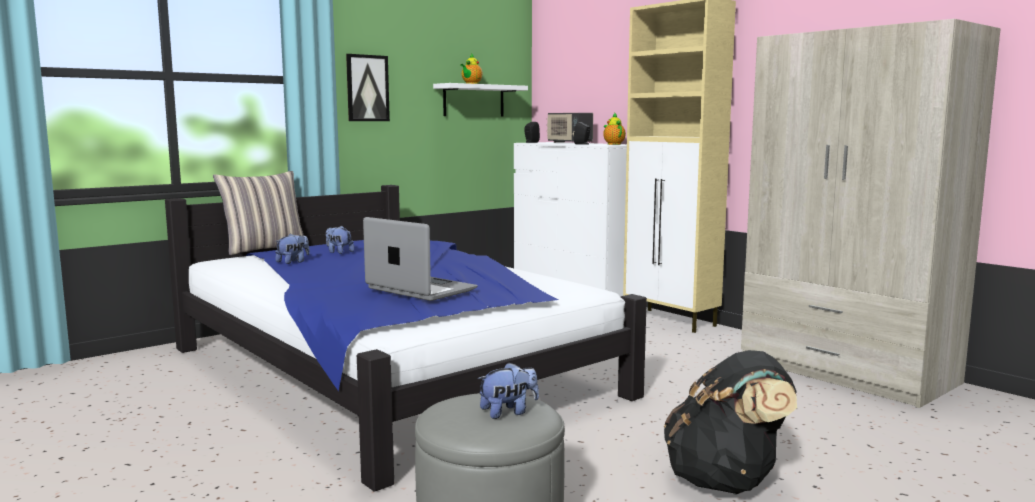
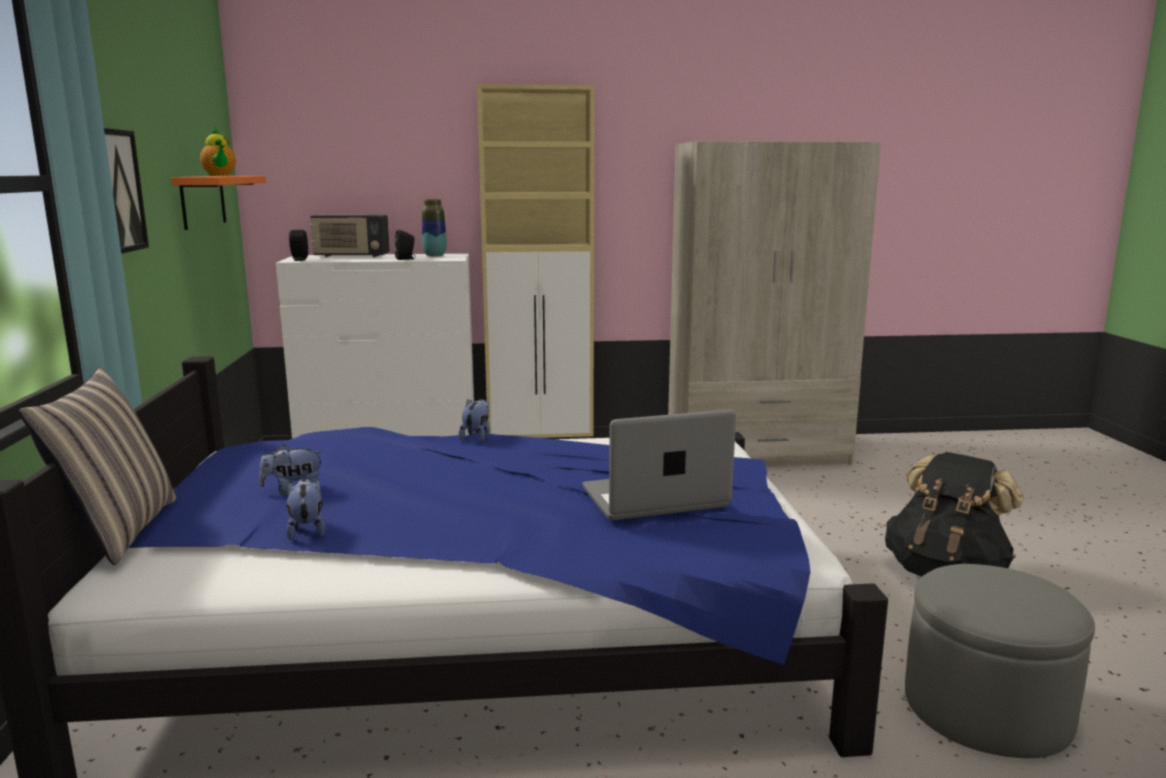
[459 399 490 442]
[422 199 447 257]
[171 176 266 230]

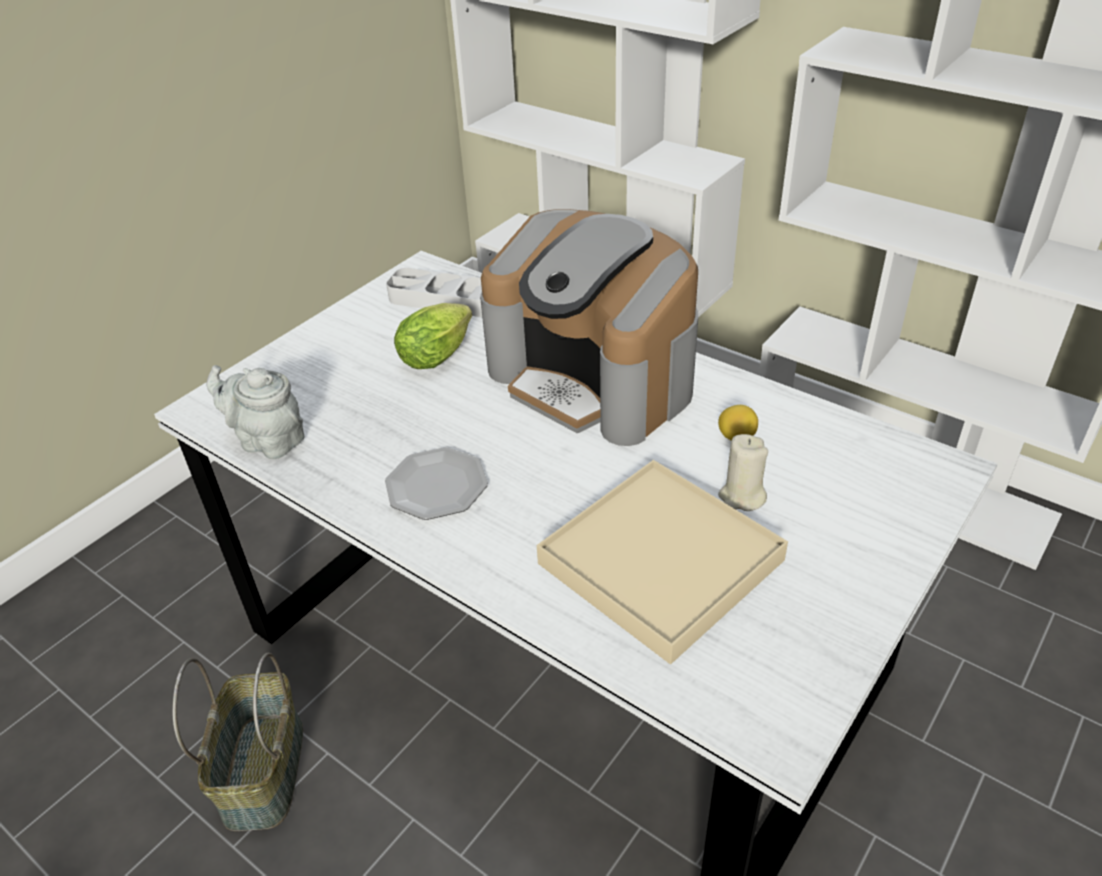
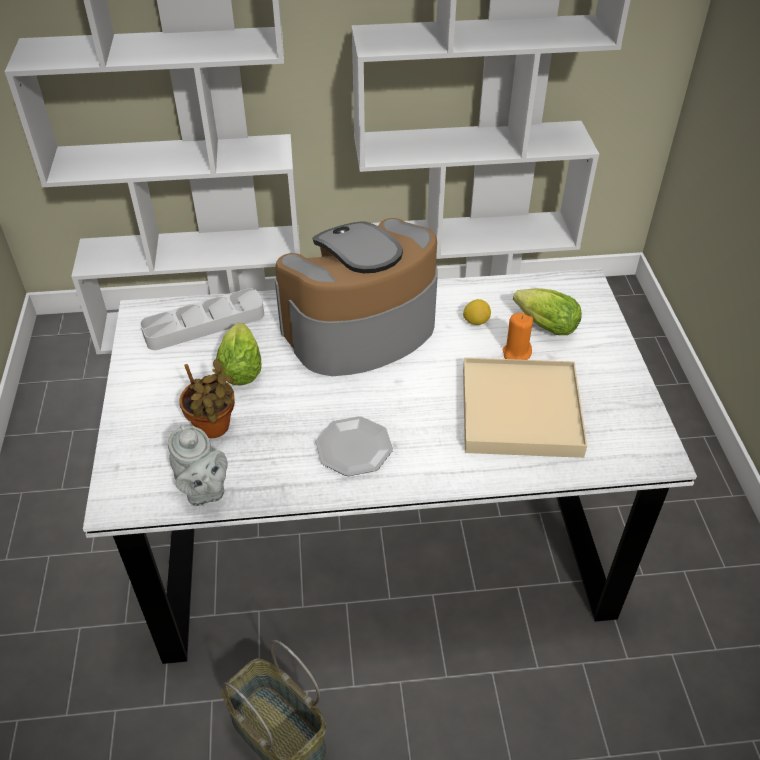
[179 359 235 438]
[513 288 582 335]
[502 312 533 360]
[168 425 228 506]
[275 218 438 376]

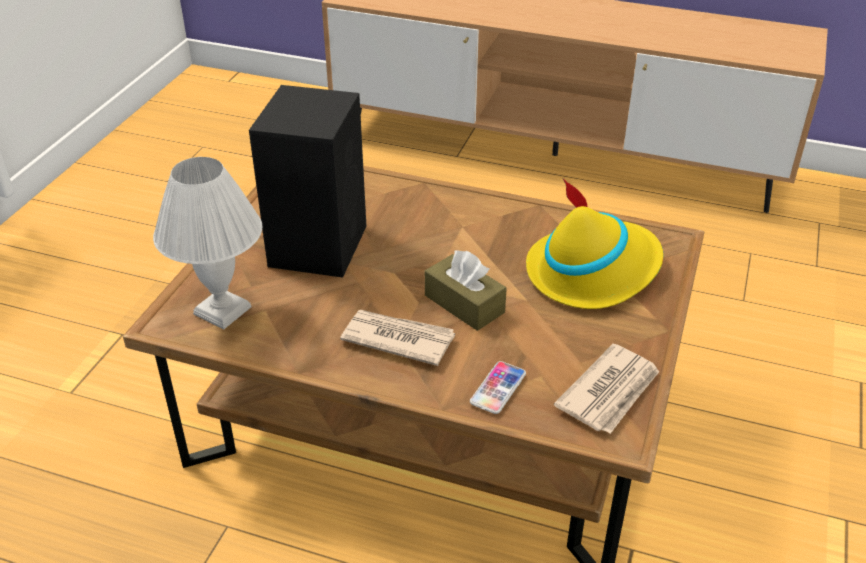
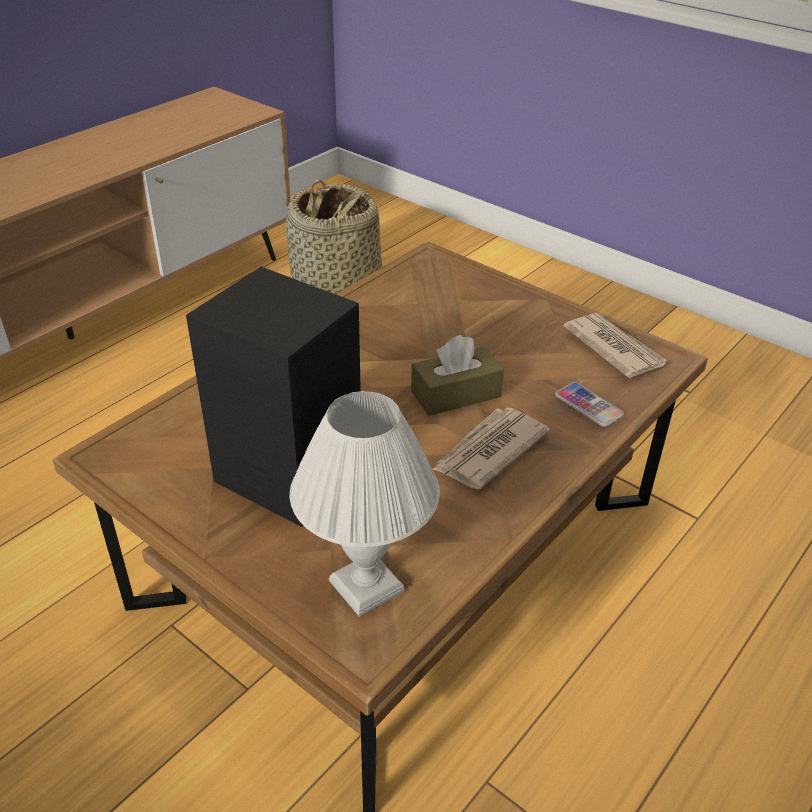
[526 178 664 309] (first image)
[286 179 383 294]

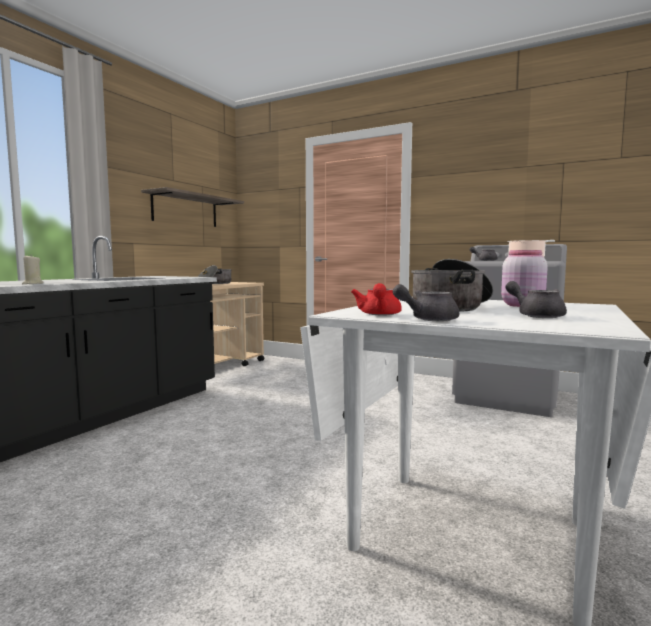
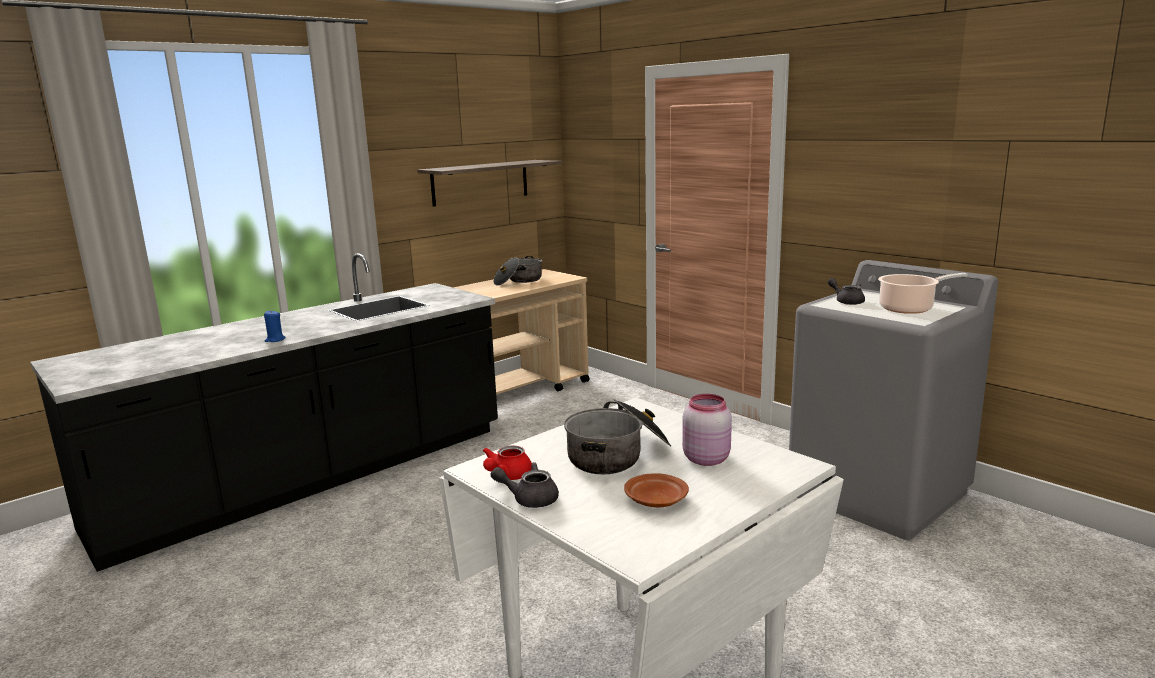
[624 473 689 507]
[264 311 285 342]

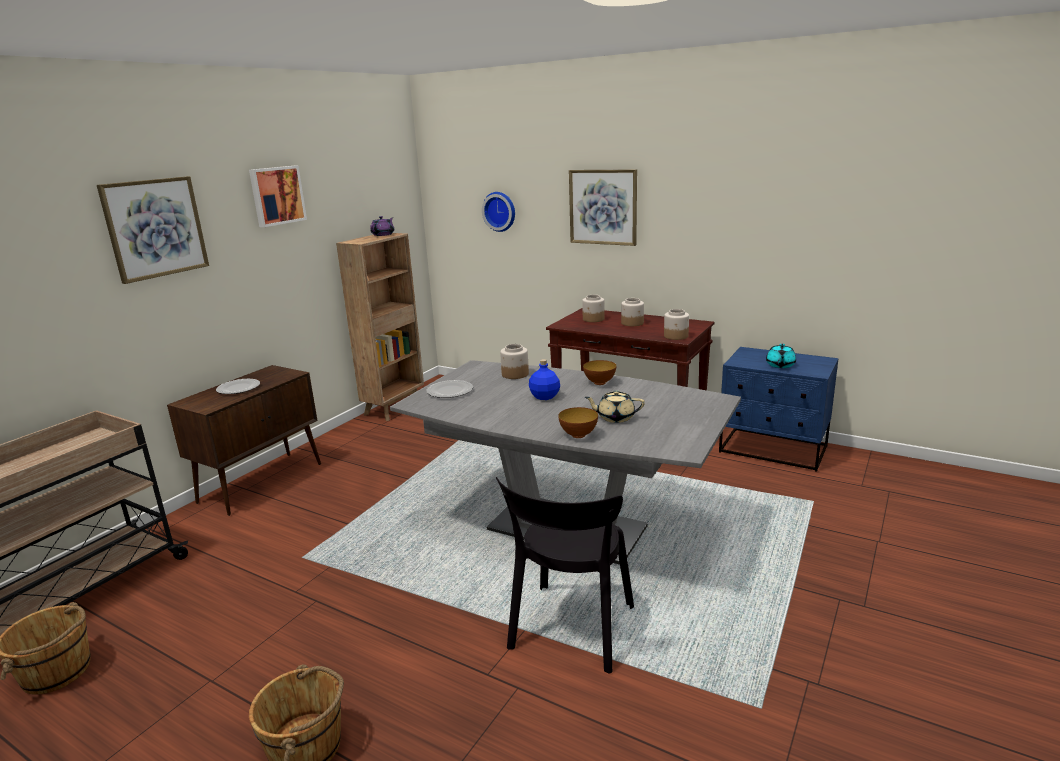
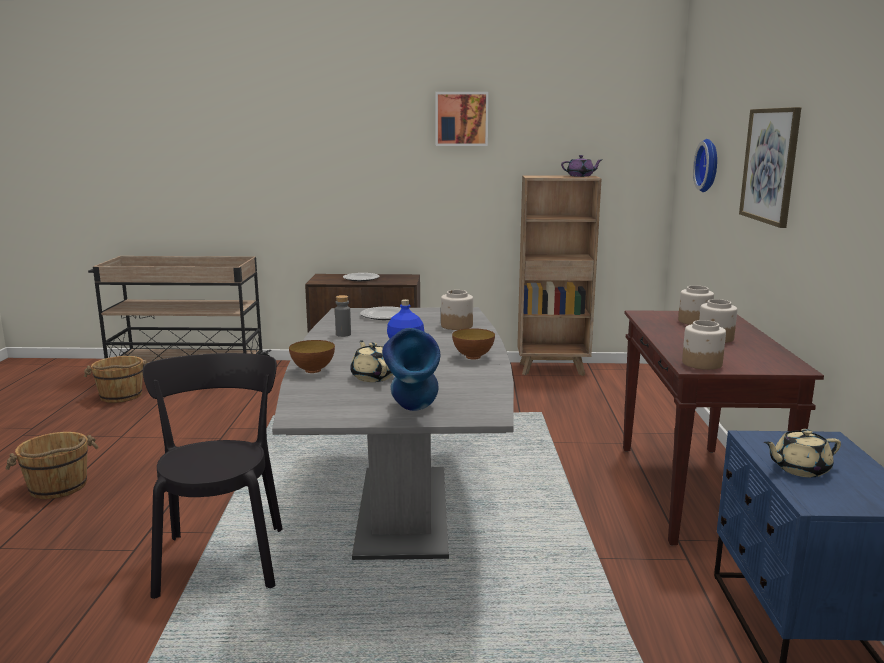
[97 176 209 284] (first image)
[335 295 351 337]
[382 328 440 411]
[764 429 841 477]
[143 353 282 599]

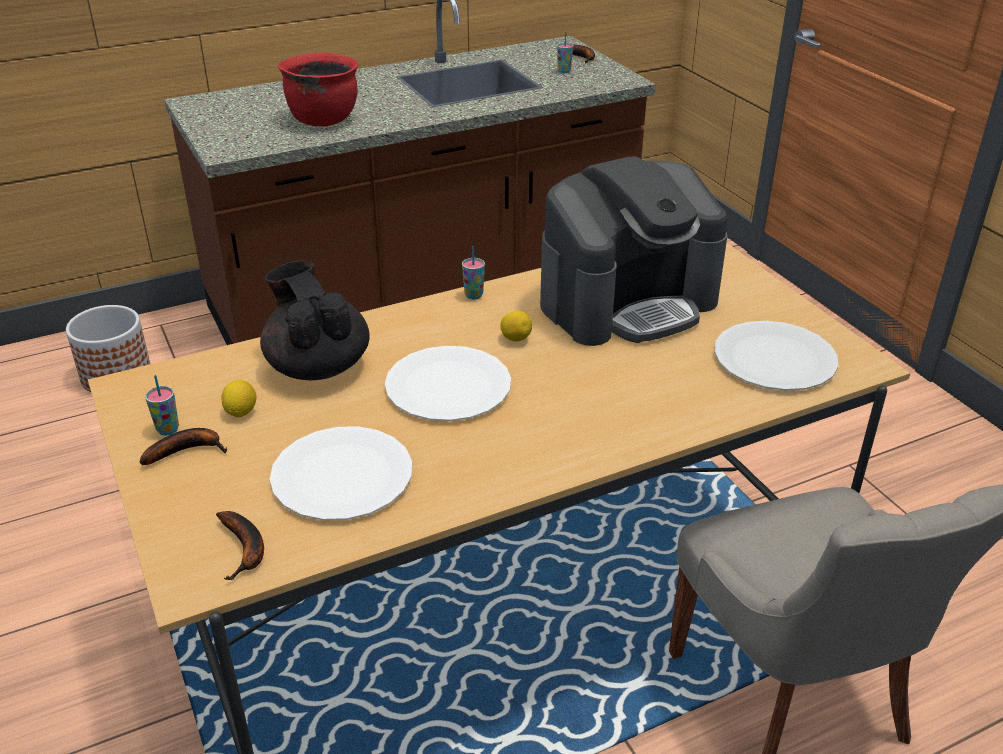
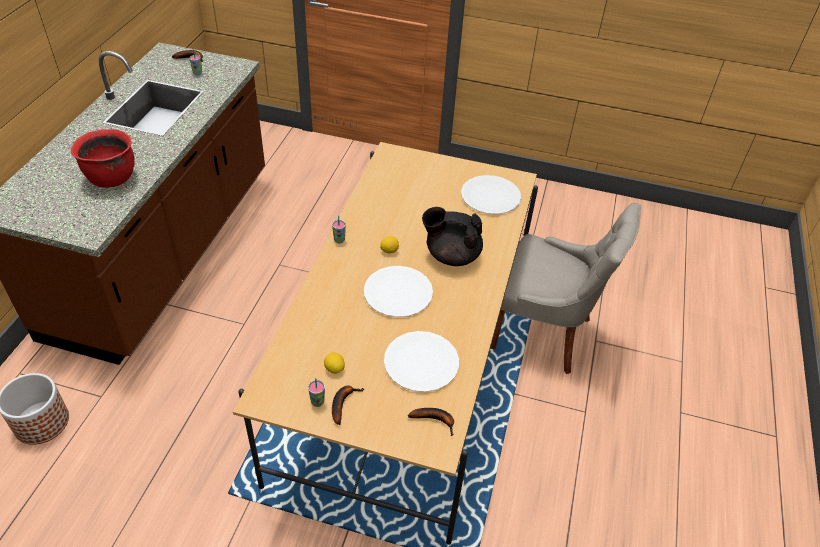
[540 156 728 346] (first image)
[422 207 483 266]

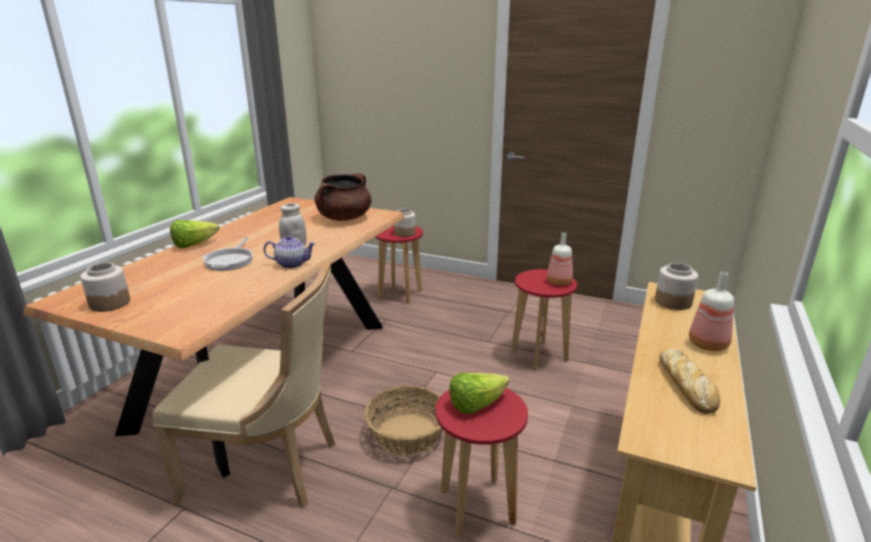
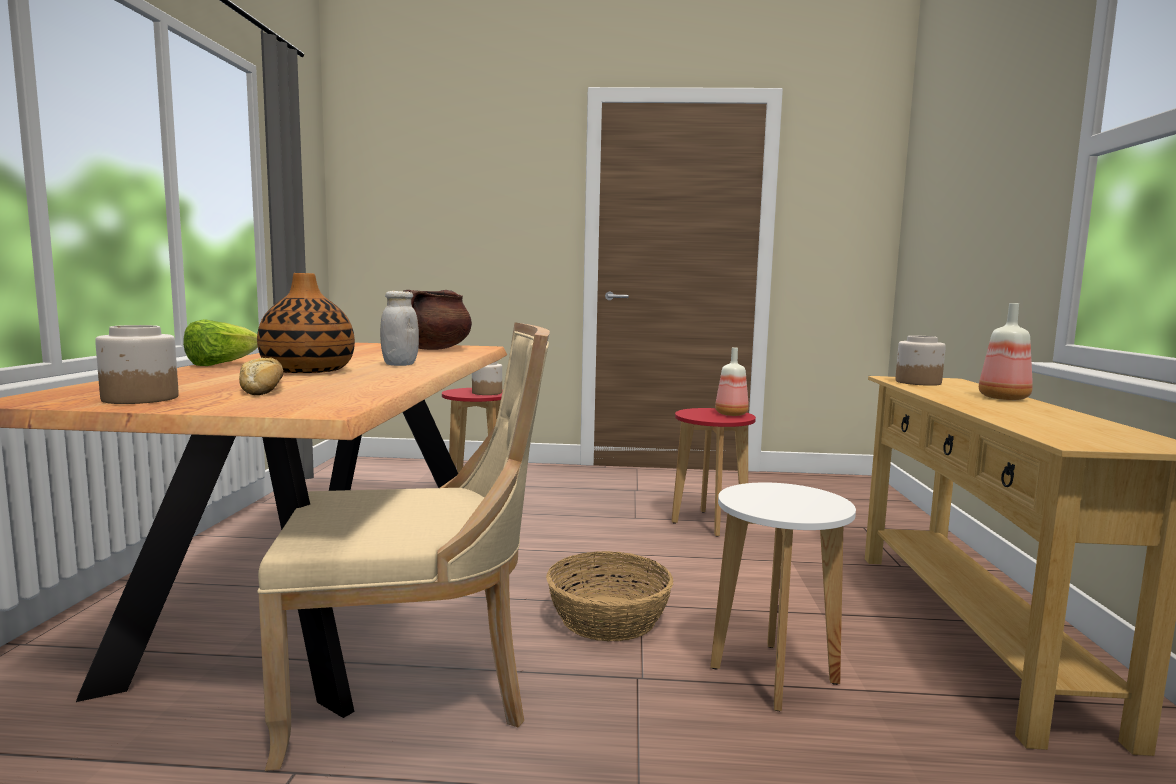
[264 235 316 268] (first image)
[449 373 510 414] (first image)
[239 357 283 395]
[257 273 355 373]
[710 482 856 711]

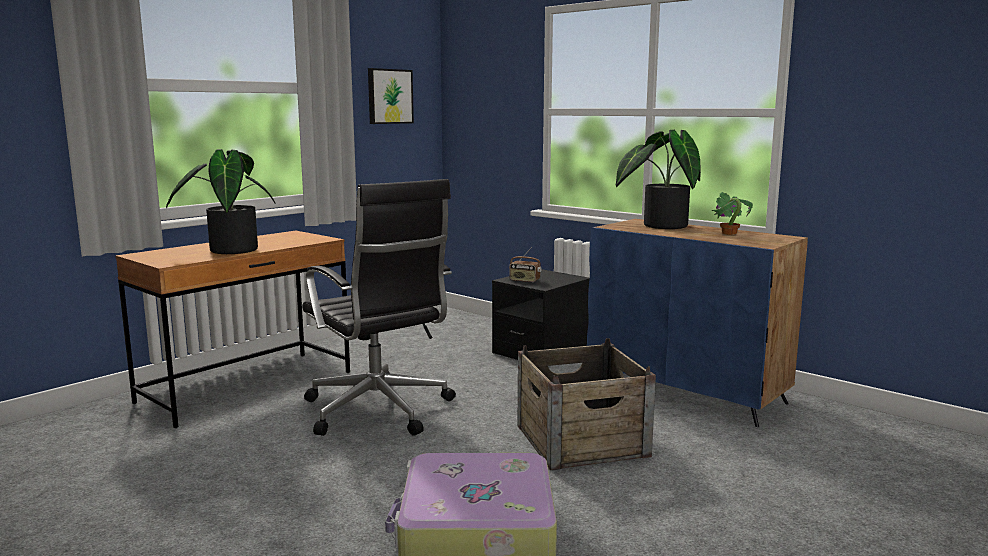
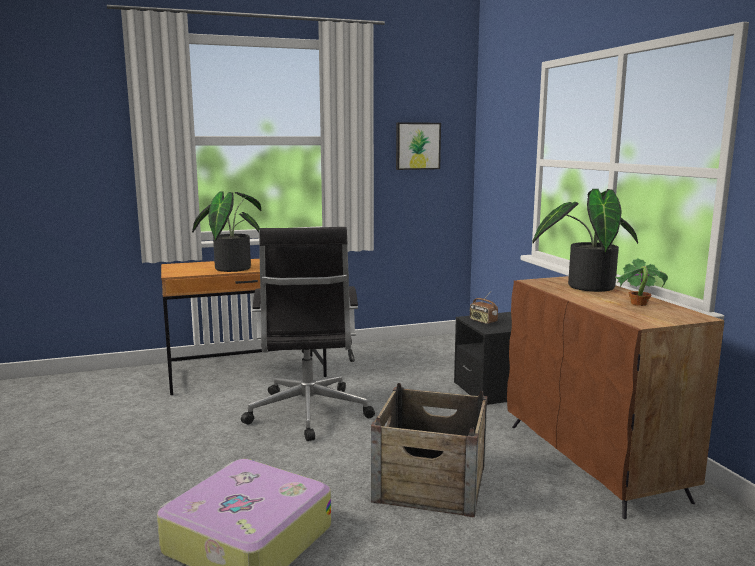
[507 276 724 519]

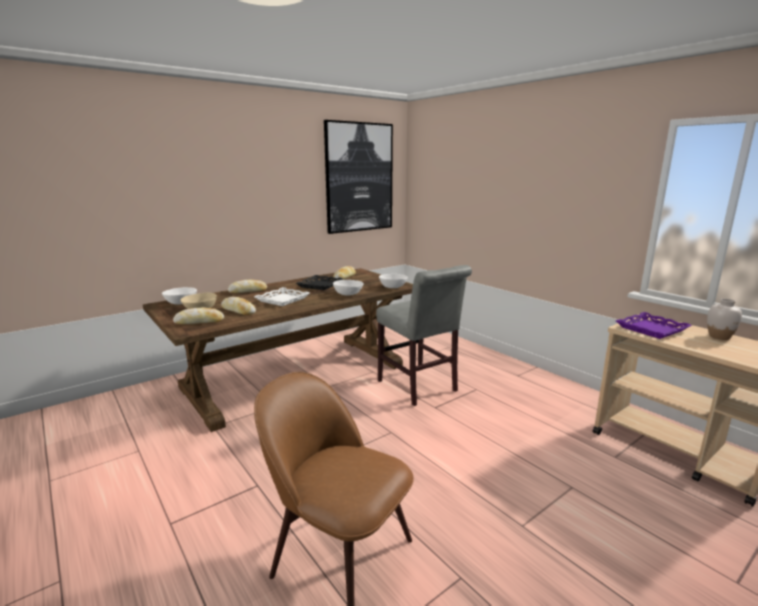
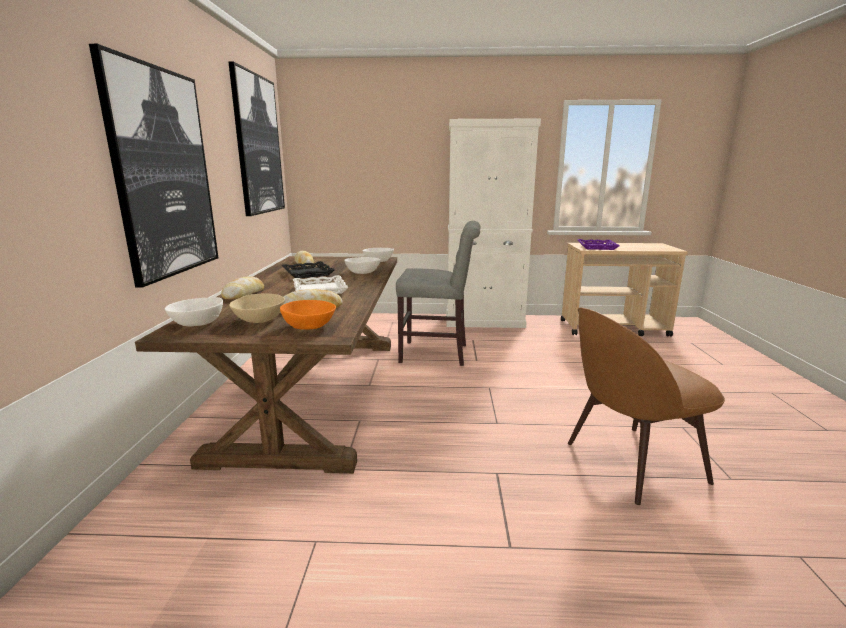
[707 299 742 340] (first image)
[89 44 218 288]
[446 119 541 328]
[280 300 336 330]

